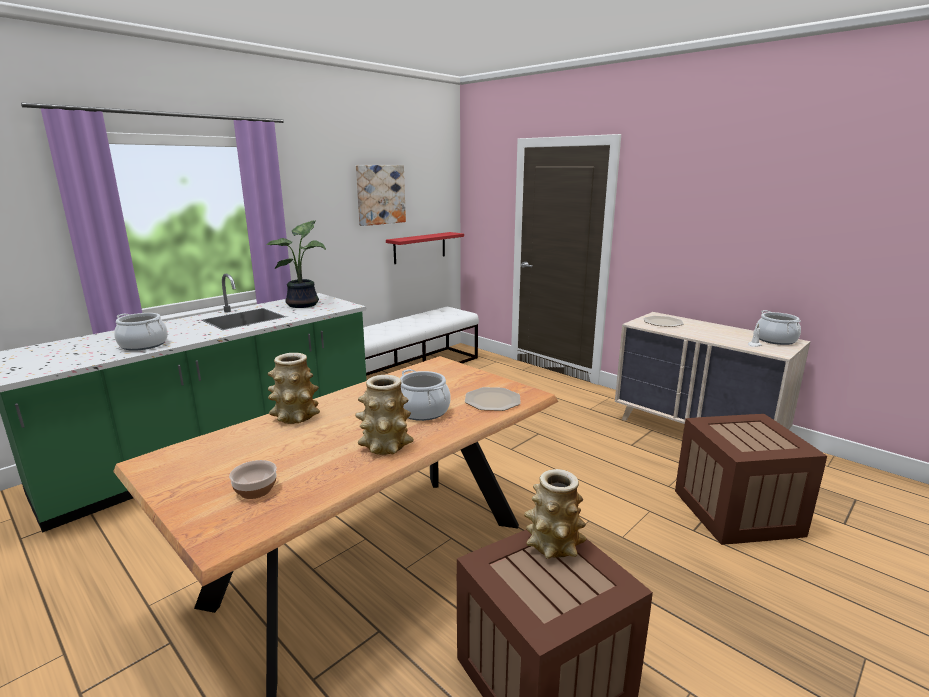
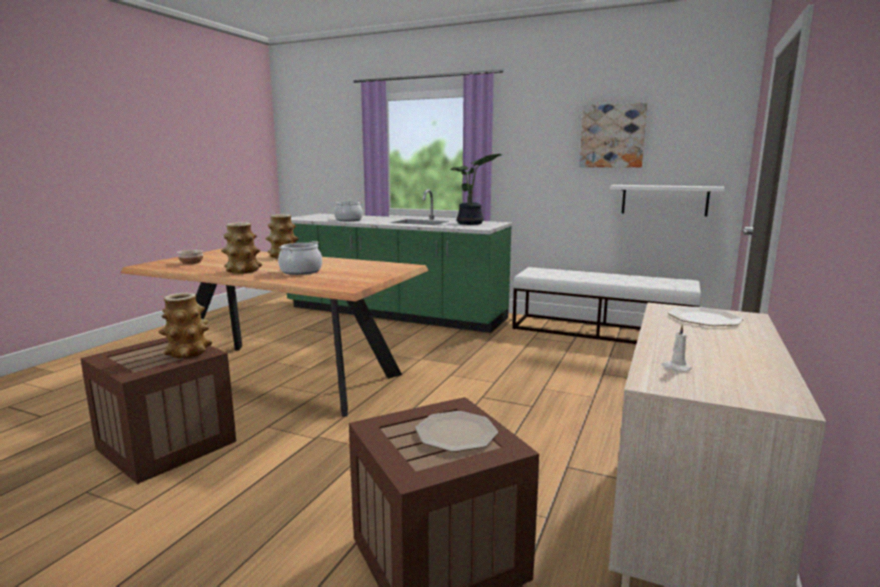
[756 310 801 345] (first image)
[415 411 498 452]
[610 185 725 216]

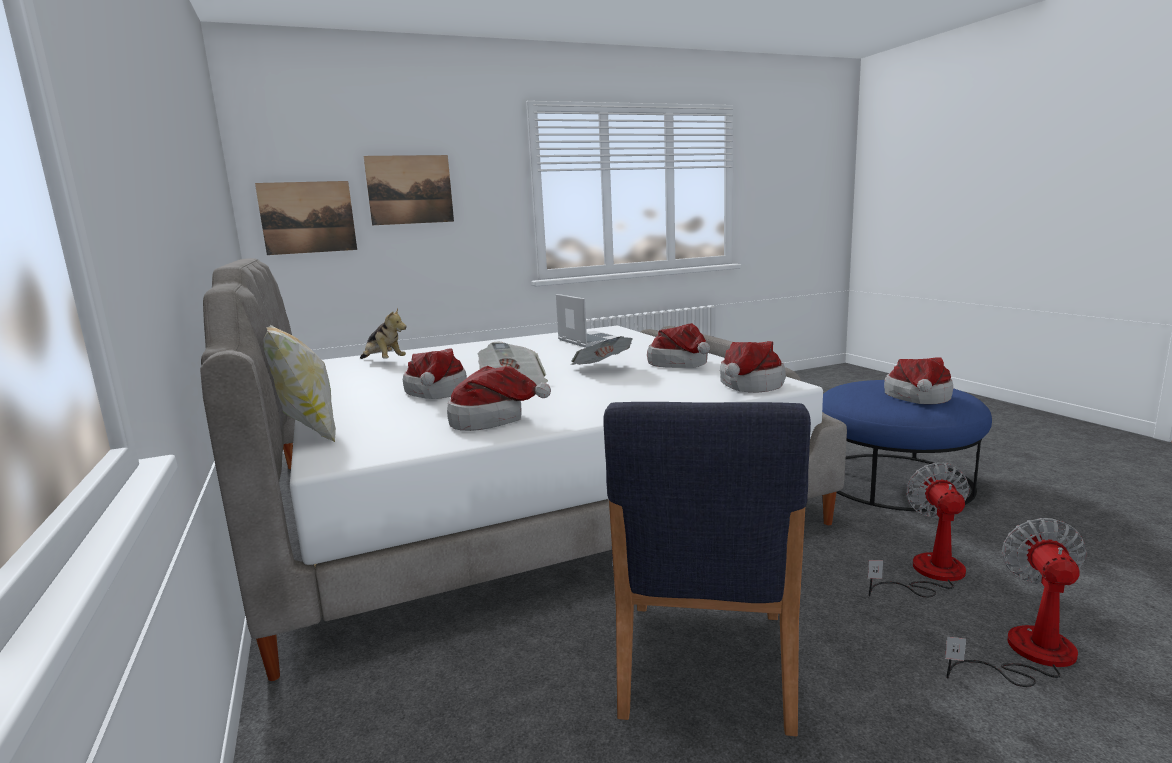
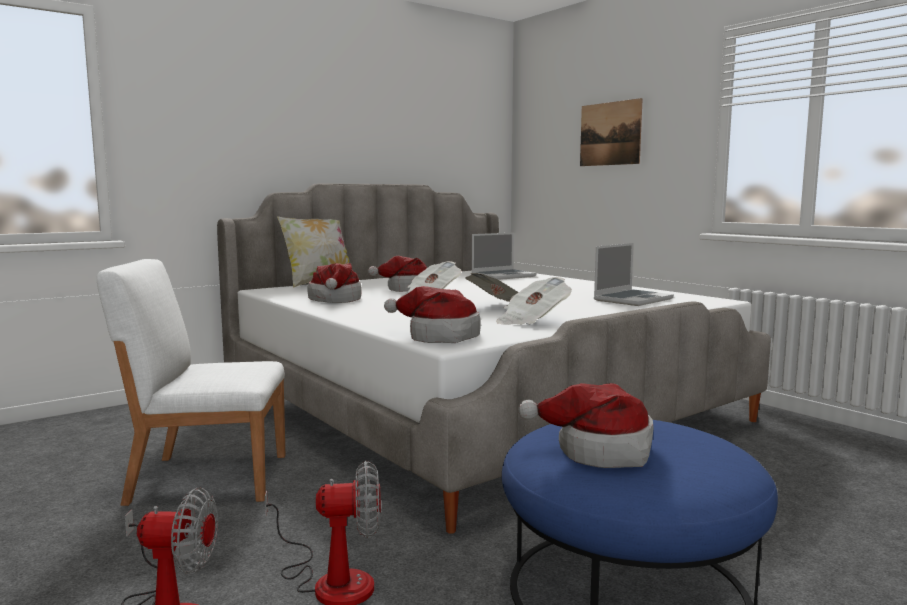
[255 181 357 255] (first image)
[472 232 537 280]
[496 277 572 325]
[97 259 285 506]

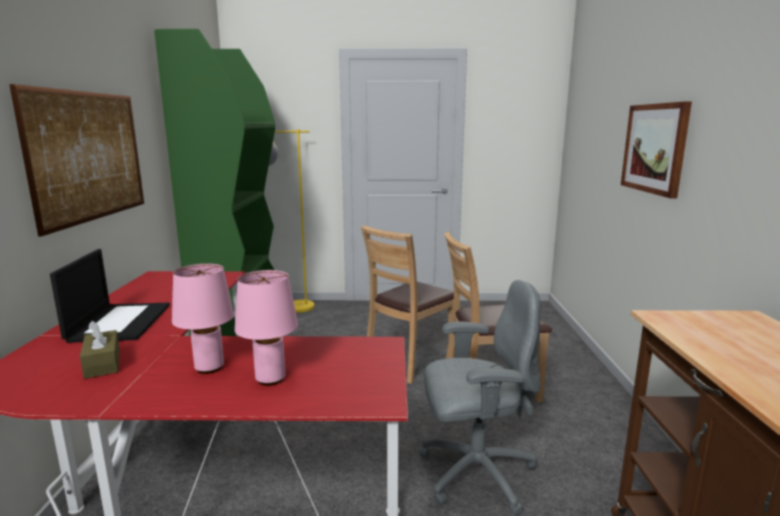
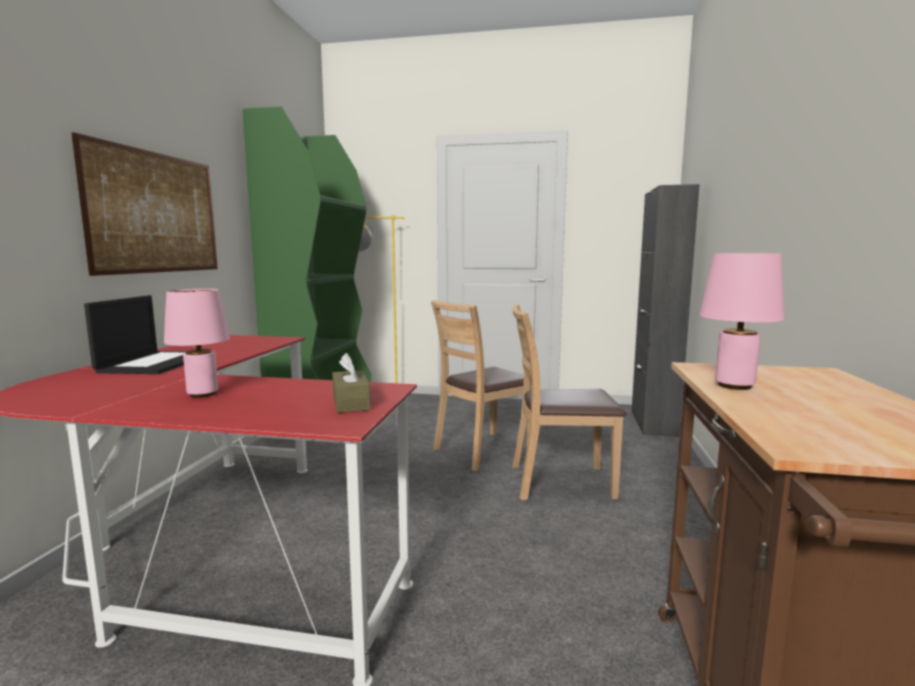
[419 280 541 515] (first image)
[621 101 692 199] (first image)
[632 184 700 437]
[332 353 371 413]
[699 253 784 390]

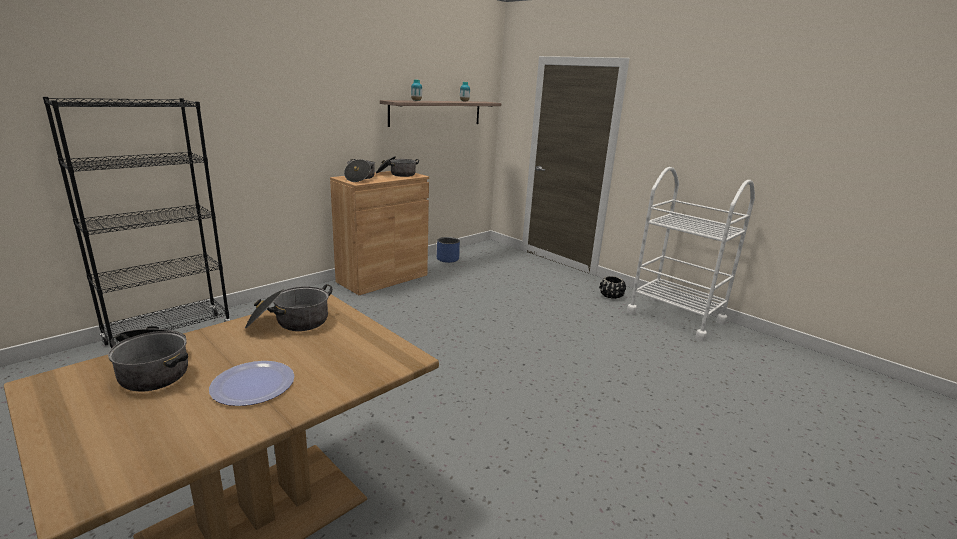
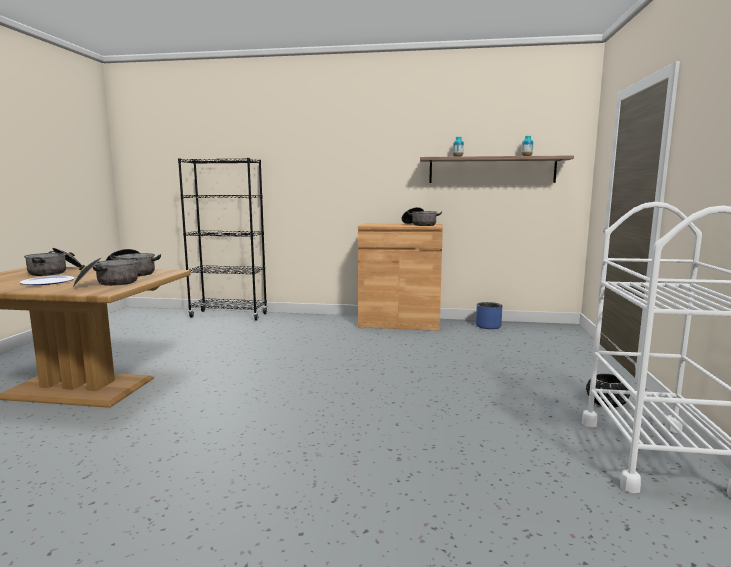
[73 257 138 287]

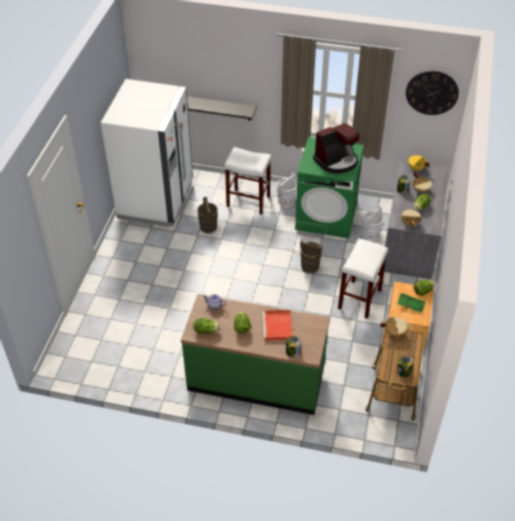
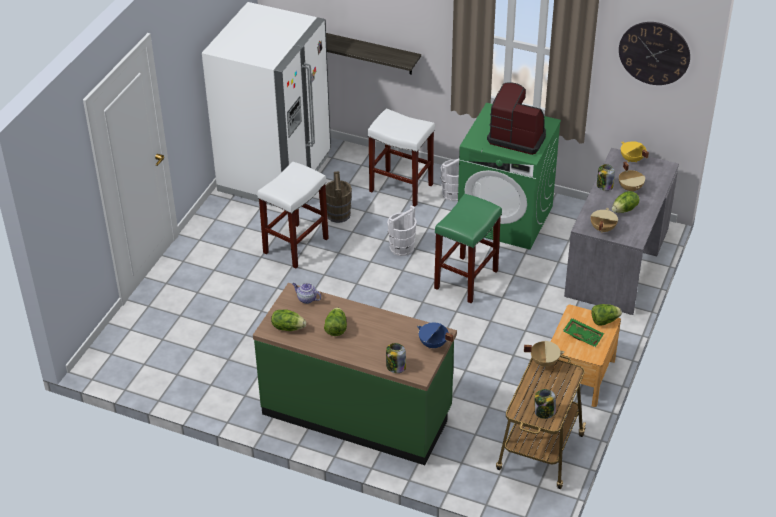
[262 310 293 341] (first image)
[417 322 453 348]
[257 161 329 268]
[387 205 417 256]
[434 194 502 303]
[487 82 546 155]

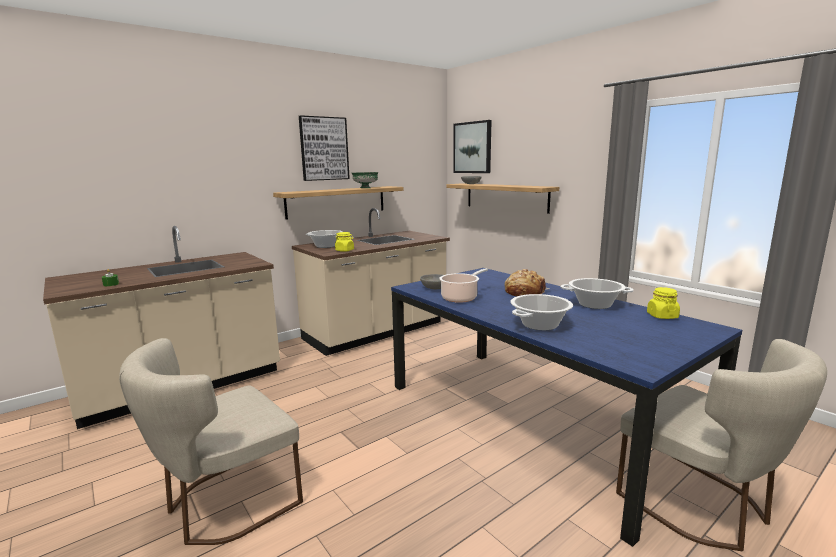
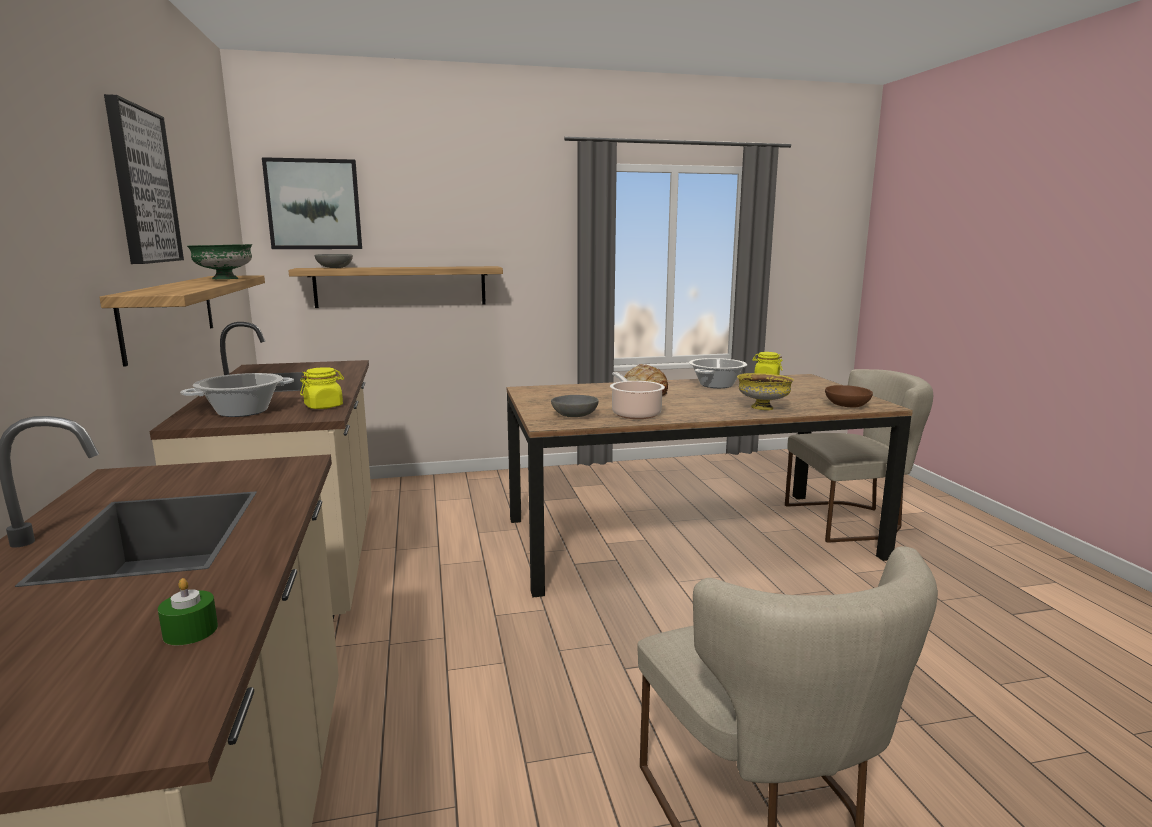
[825 385 873 408]
[737 373 794 410]
[507 374 913 597]

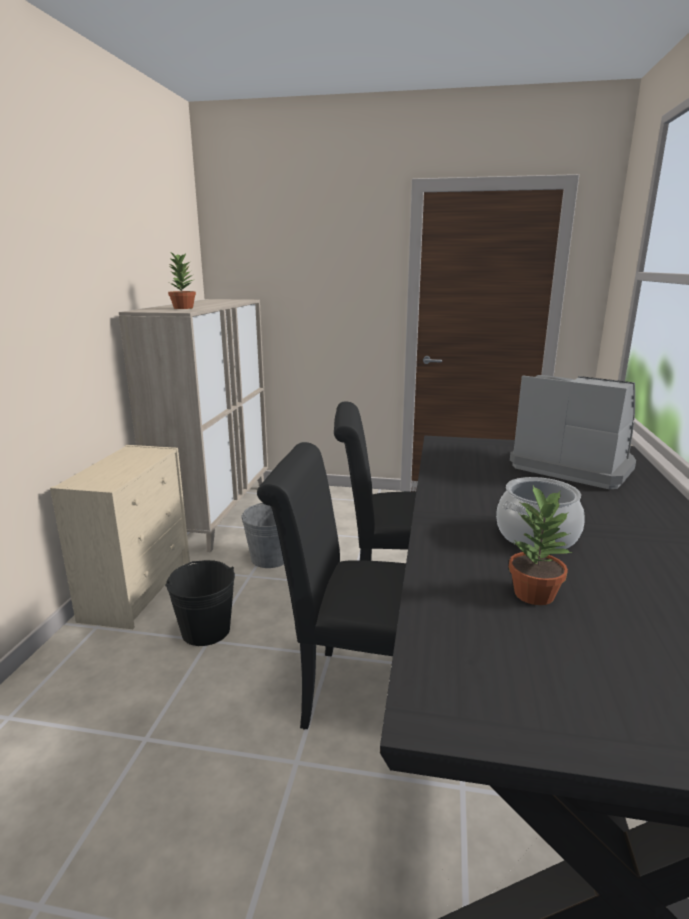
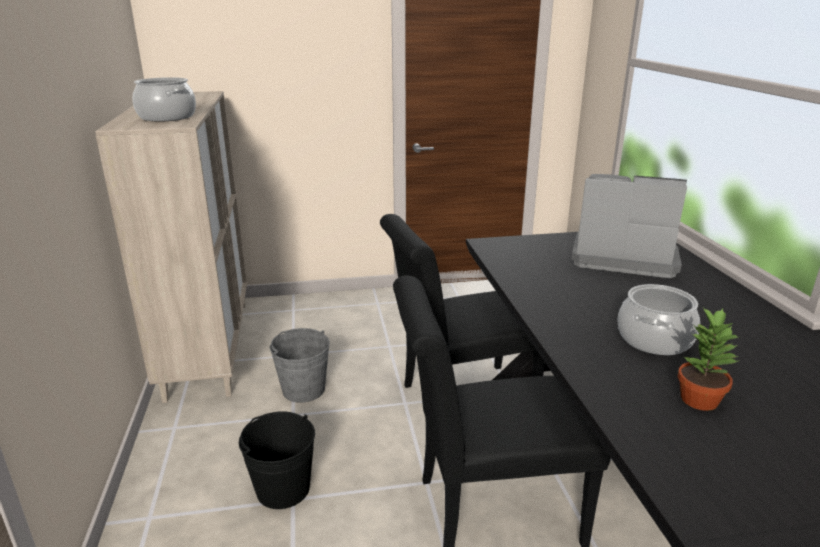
[50 445 190 629] (first image)
[132 77 196 122]

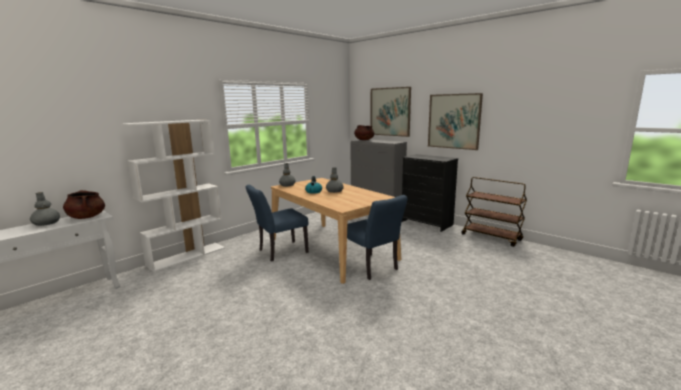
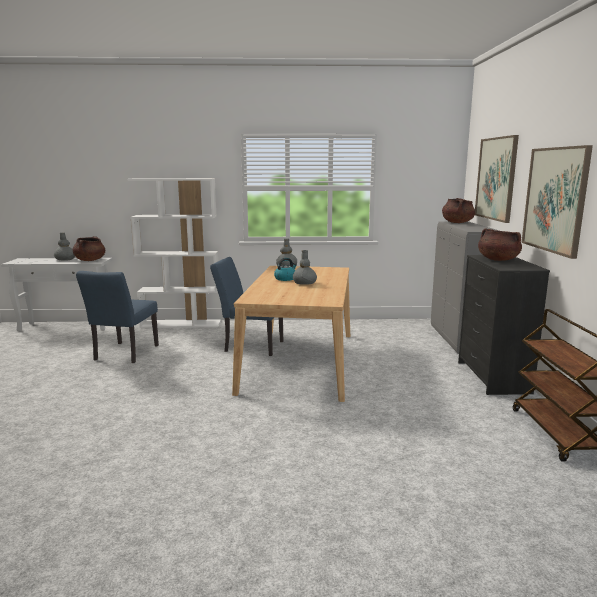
[478 228 522 261]
[76 271 159 363]

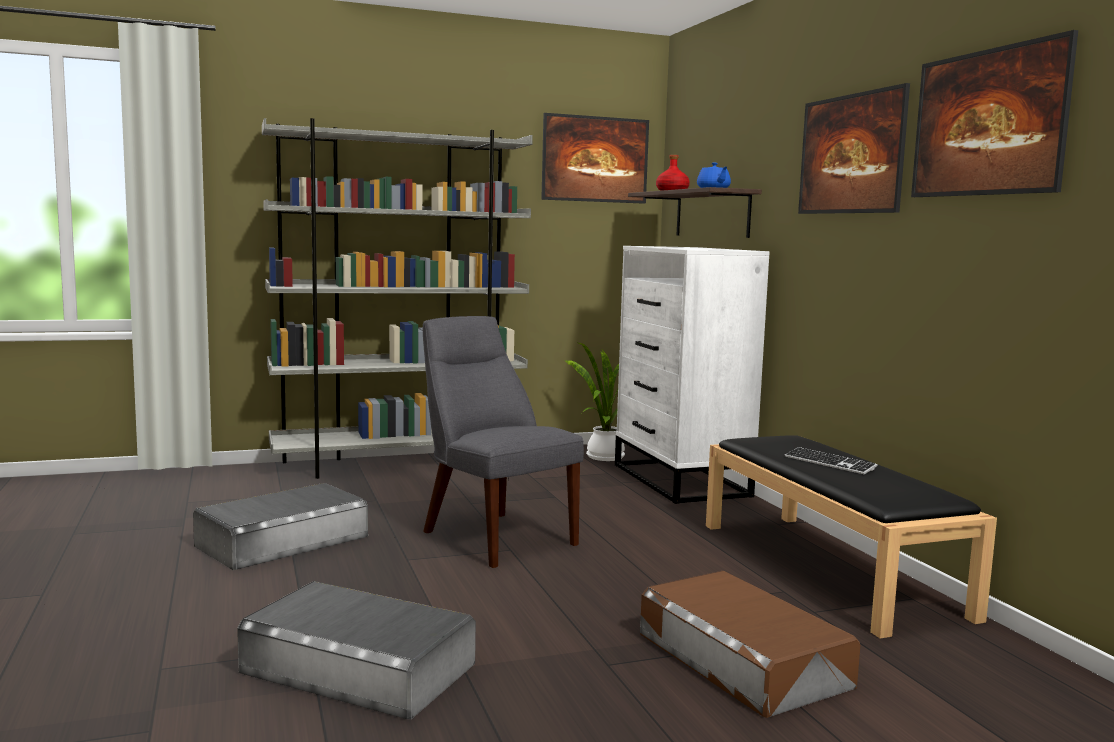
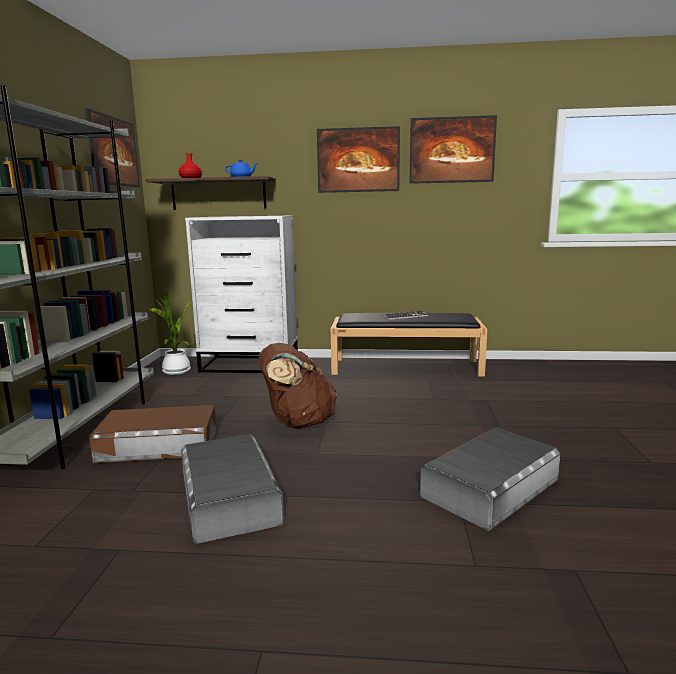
[89 405 216 463]
[258 343 337 429]

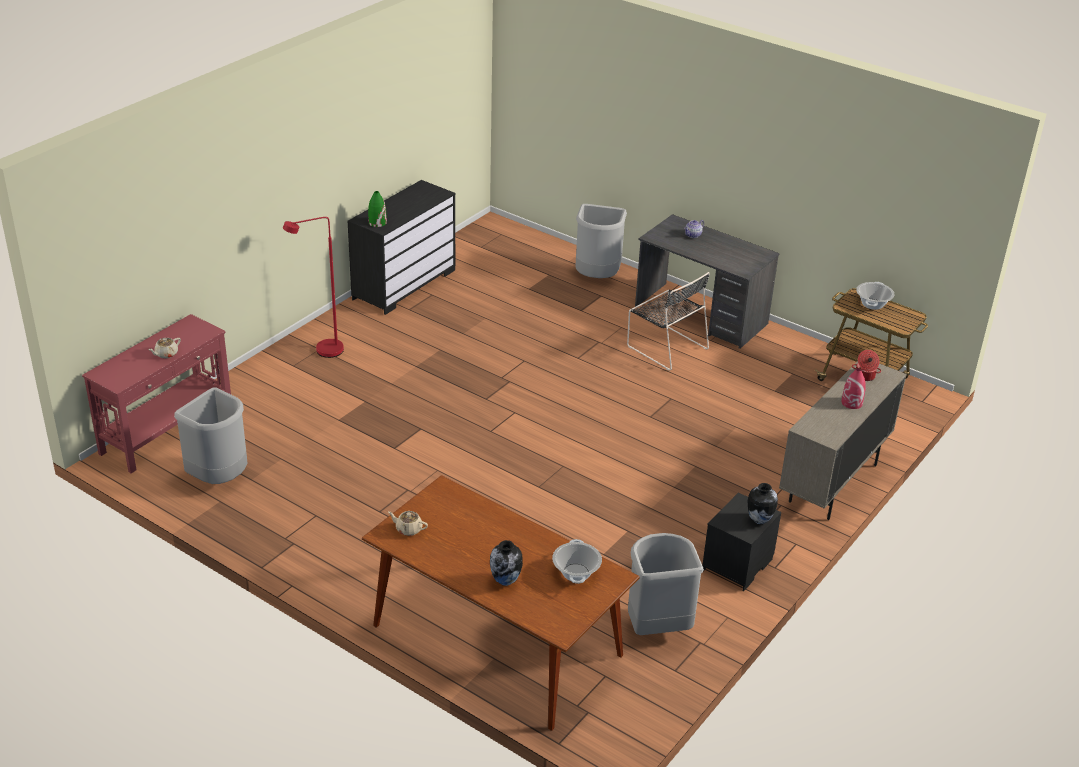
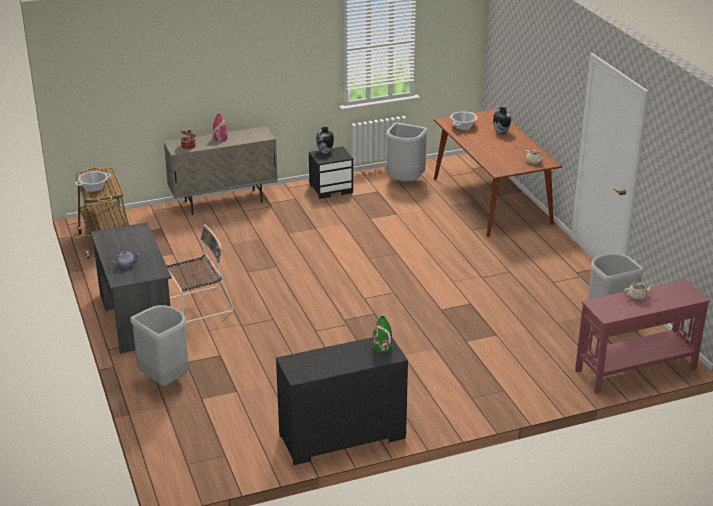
[283 217 344 358] (first image)
[167 224 234 323]

